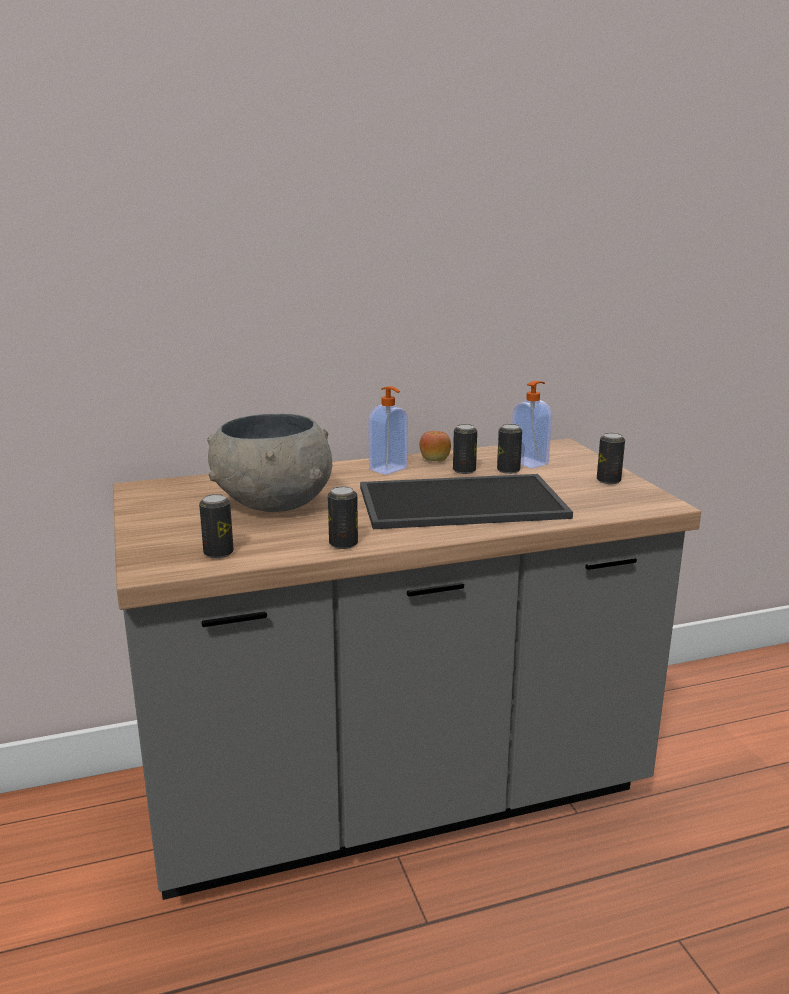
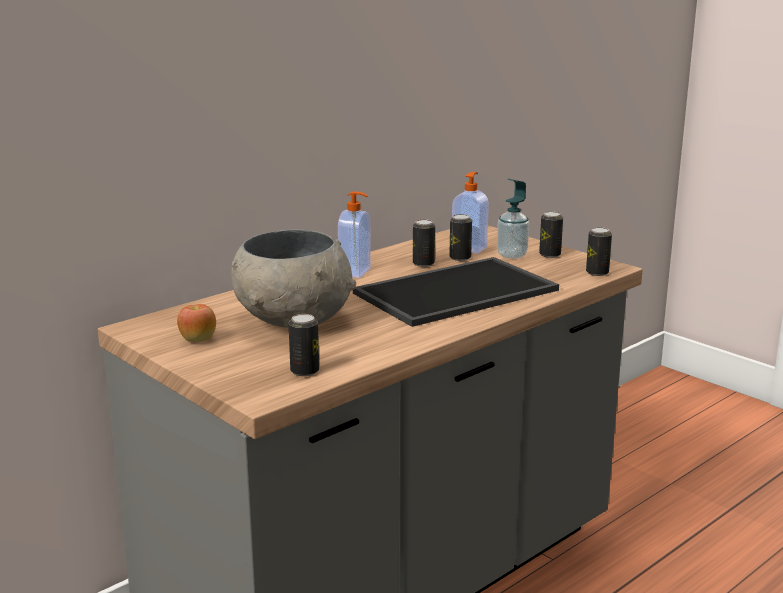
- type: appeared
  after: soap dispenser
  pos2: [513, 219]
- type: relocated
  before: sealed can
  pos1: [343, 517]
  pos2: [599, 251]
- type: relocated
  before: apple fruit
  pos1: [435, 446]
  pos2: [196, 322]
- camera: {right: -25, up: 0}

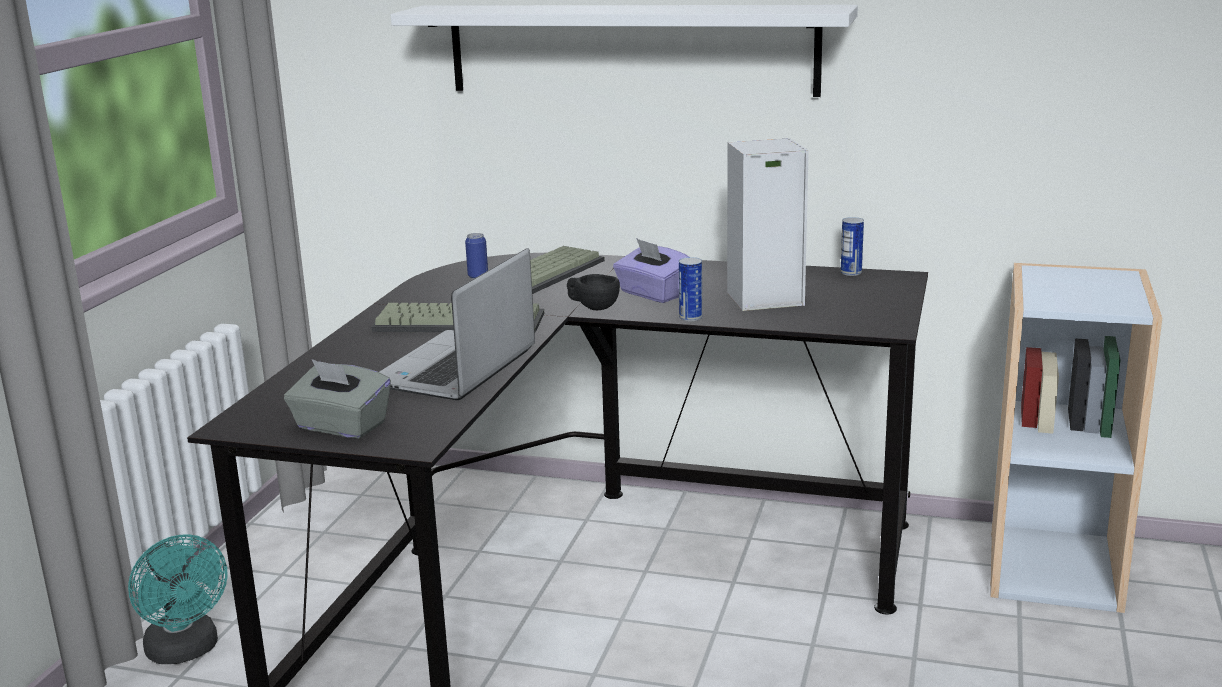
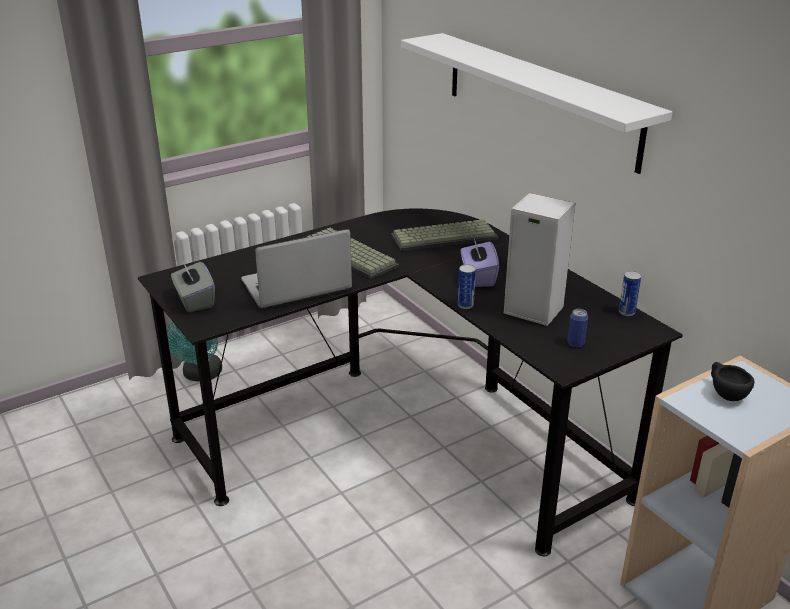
- type: relocated
  before: sealed can
  pos1: [476, 256]
  pos2: [577, 328]
- type: relocated
  before: blackish drinking cup
  pos1: [593, 292]
  pos2: [733, 381]
- camera: {right: 40, up: 10}

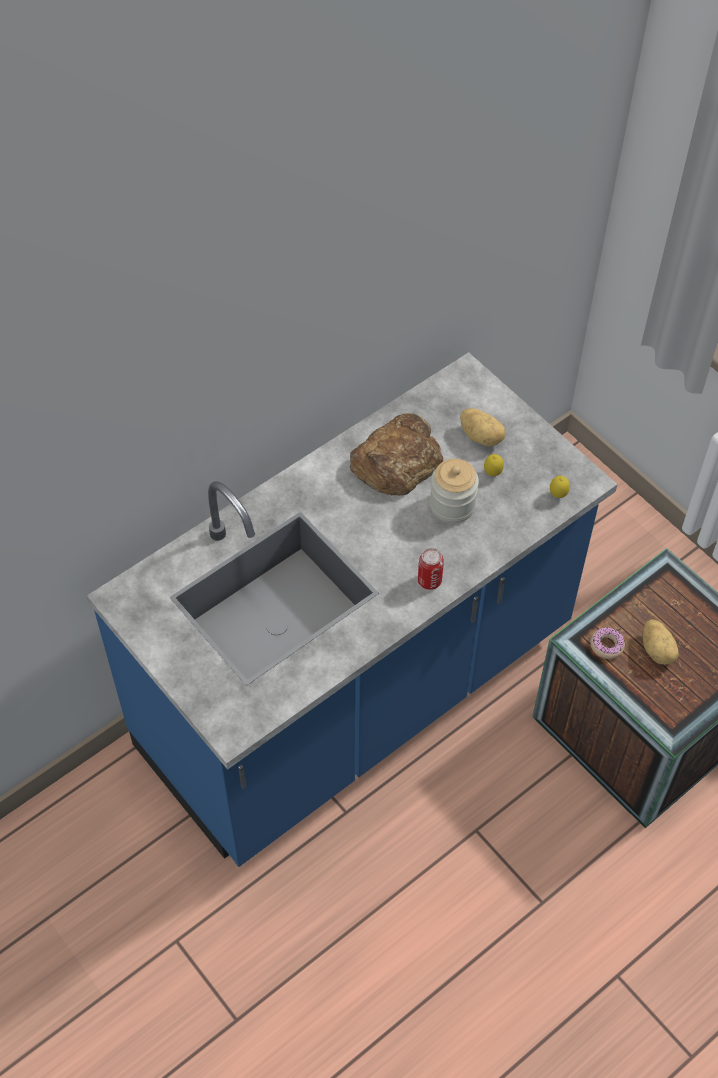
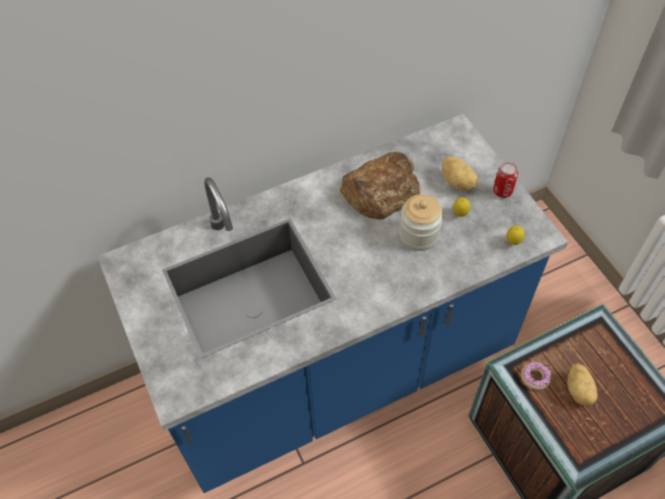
- type: relocated
  before: sealed can
  pos1: [431, 569]
  pos2: [505, 180]
- camera: {right: 15, up: 0}

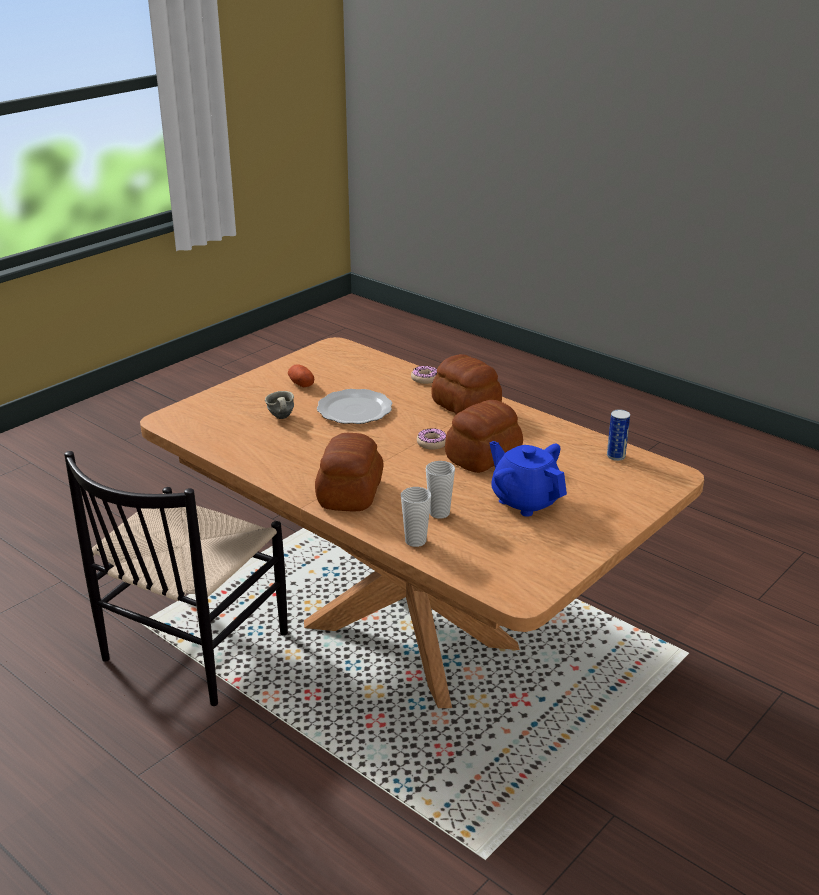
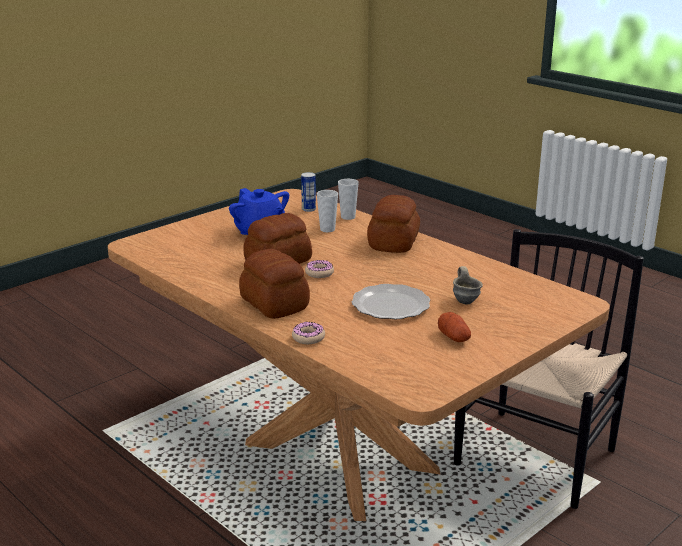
- type: relocated
  before: sealed can
  pos1: [618, 435]
  pos2: [308, 192]
- camera: {right: -175, up: -5}

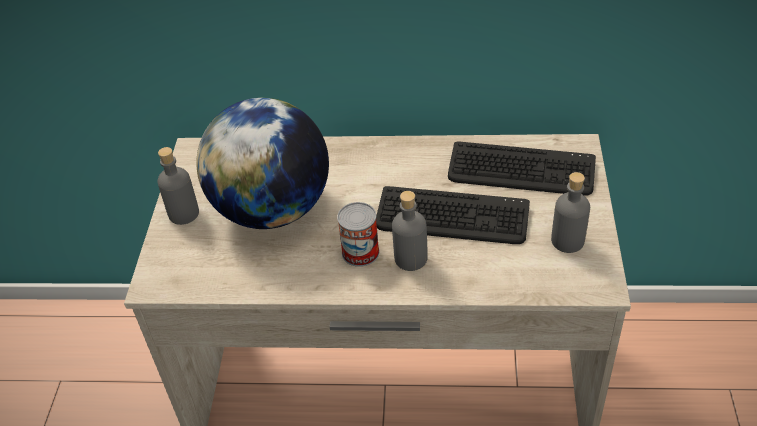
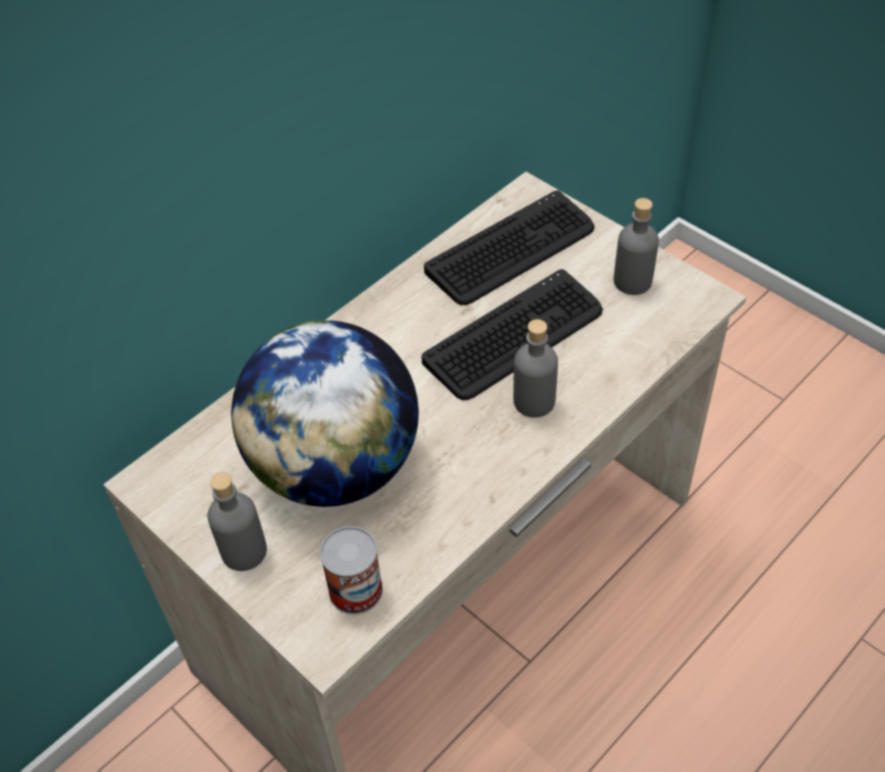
- type: relocated
  before: sealed can
  pos1: [358, 234]
  pos2: [351, 570]
- camera: {right: -50, up: 5}

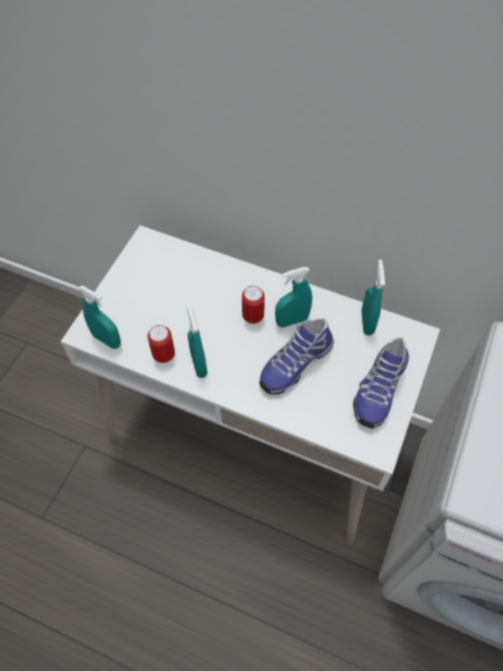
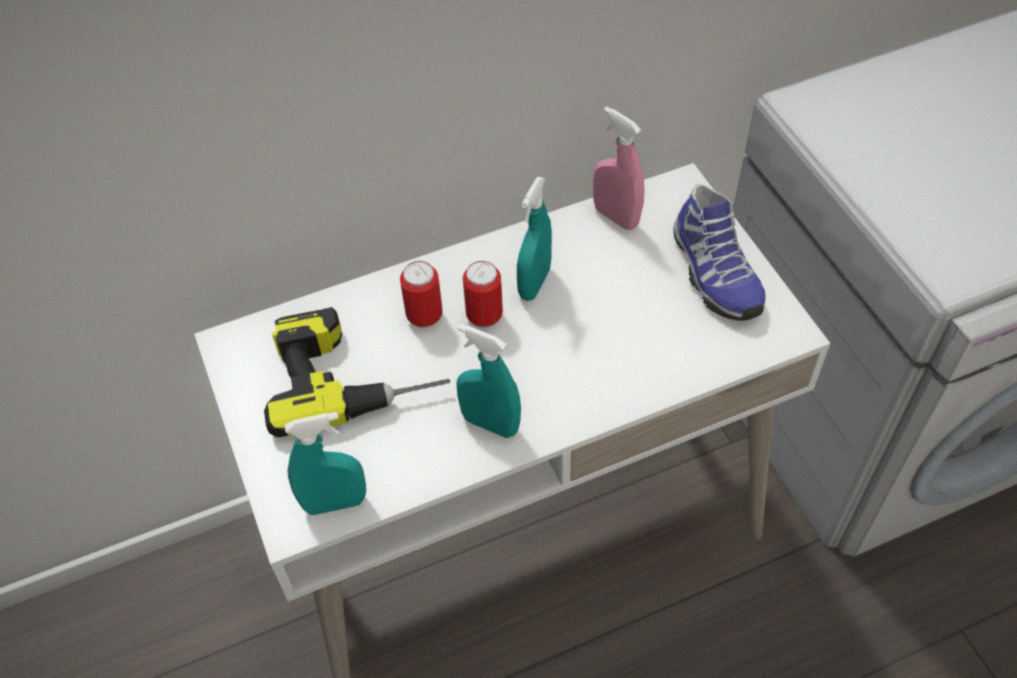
- type: missing
  before: item of footwear
  pos1: [296, 356]
- type: appeared
  after: power drill
  pos2: [357, 372]
- type: relocated
  before: sealed can
  pos1: [161, 344]
  pos2: [421, 294]
- type: colour
  before: turquoise hand sprayer
  after: pinkish hand sprayer
  pos1: [373, 298]
  pos2: [618, 168]
- camera: {right: -45, up: -5}

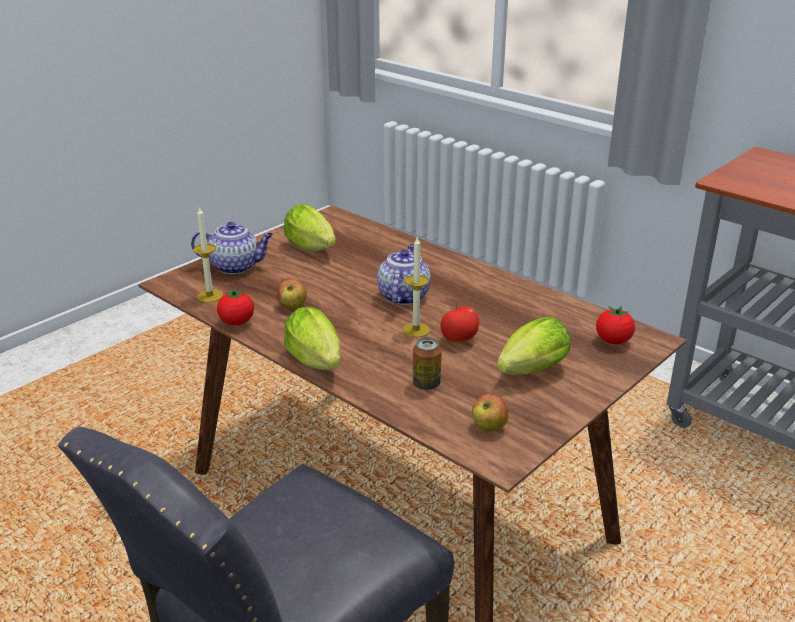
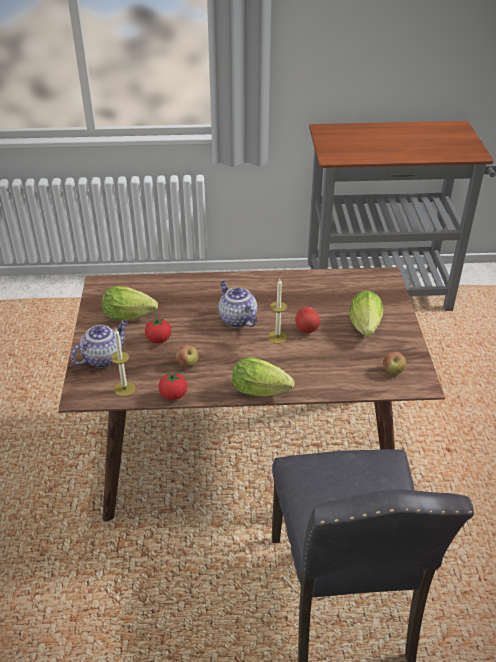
- type: missing
  before: sealed can
  pos1: [427, 363]
- type: relocated
  before: whole tomato
  pos1: [615, 325]
  pos2: [158, 330]
- camera: {right: -45, up: 10}

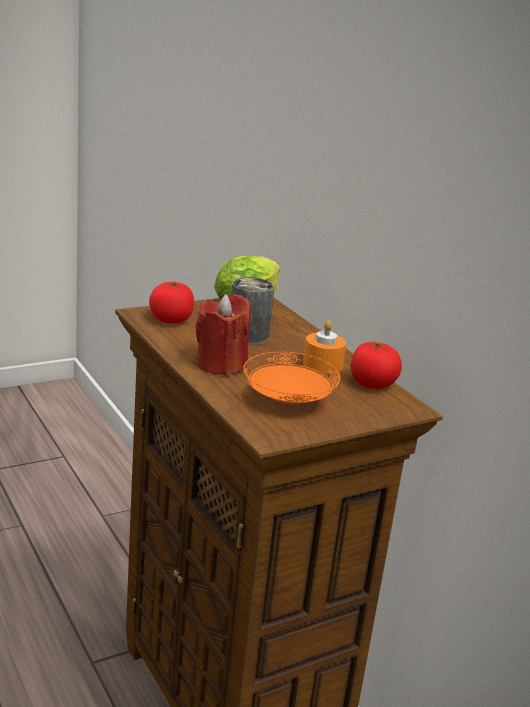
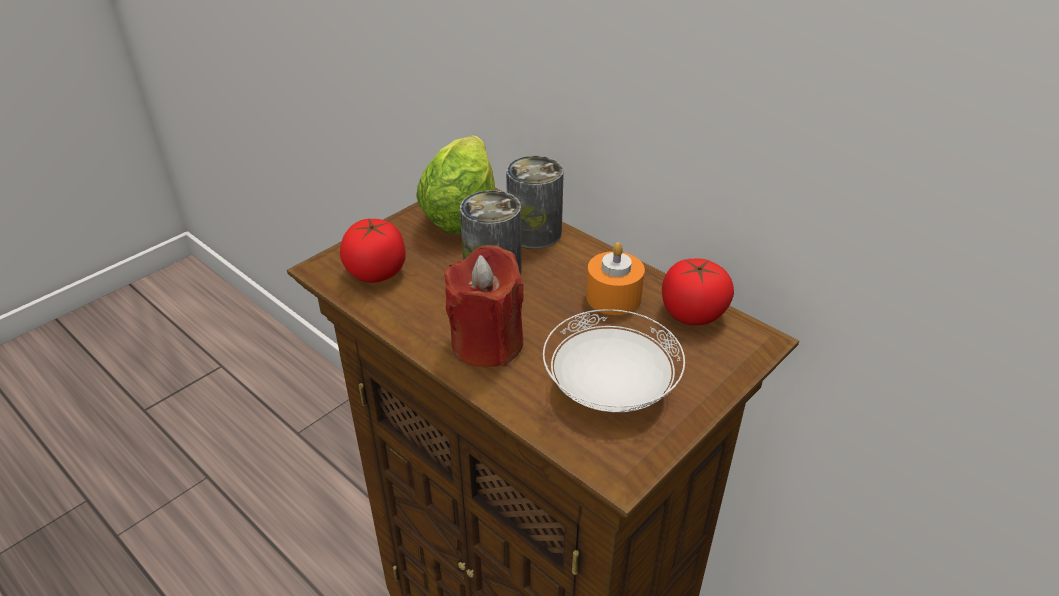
- type: appeared
  after: sealed can
  pos2: [535, 202]
- type: colour
  before: orange-coloured flat dish
  after: whitish flat dish
  pos1: [292, 378]
  pos2: [614, 360]
- camera: {right: -15, up: 15}

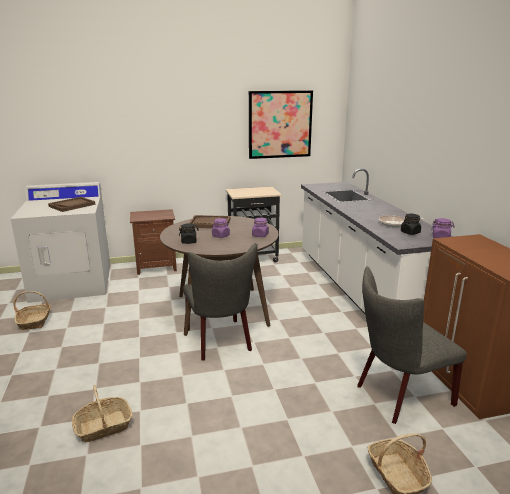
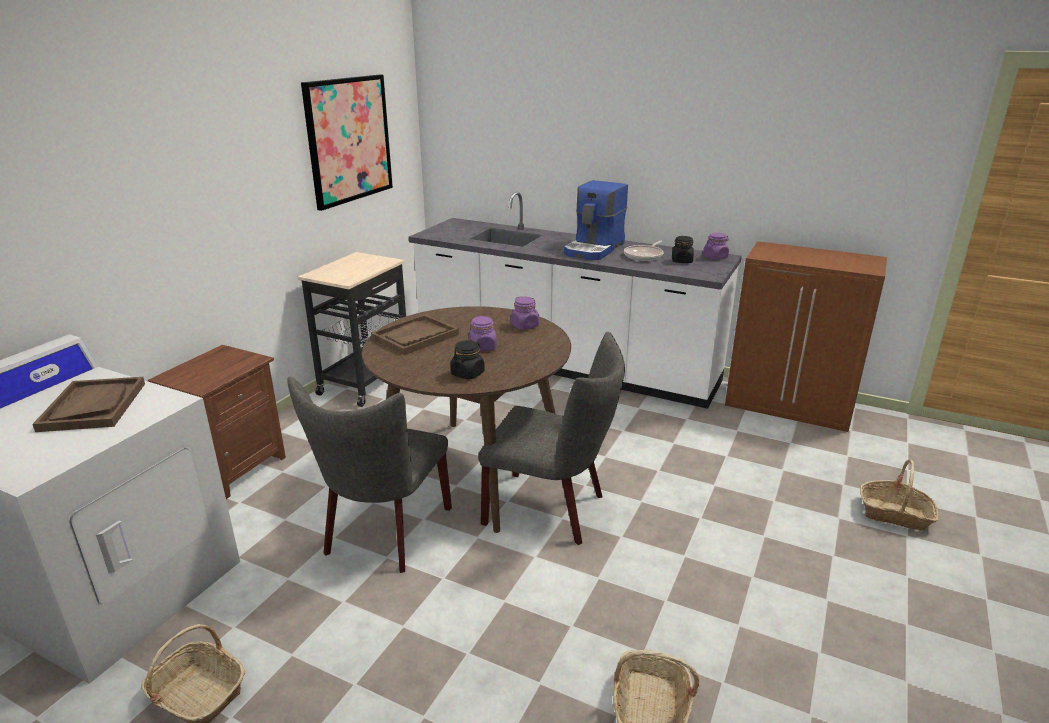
- type: appeared
  after: coffee machine
  pos2: [596, 220]
- type: relocated
  before: greyish chair
  pos1: [412, 345]
  pos2: [369, 475]
- camera: {right: -50, up: 5}

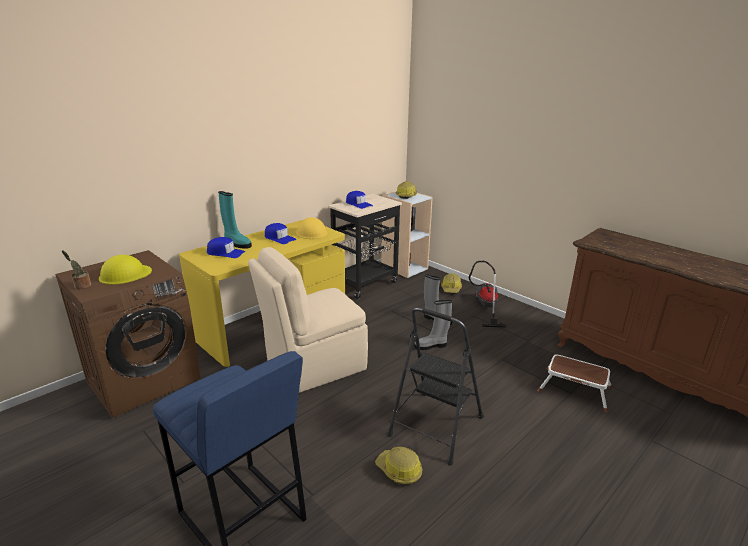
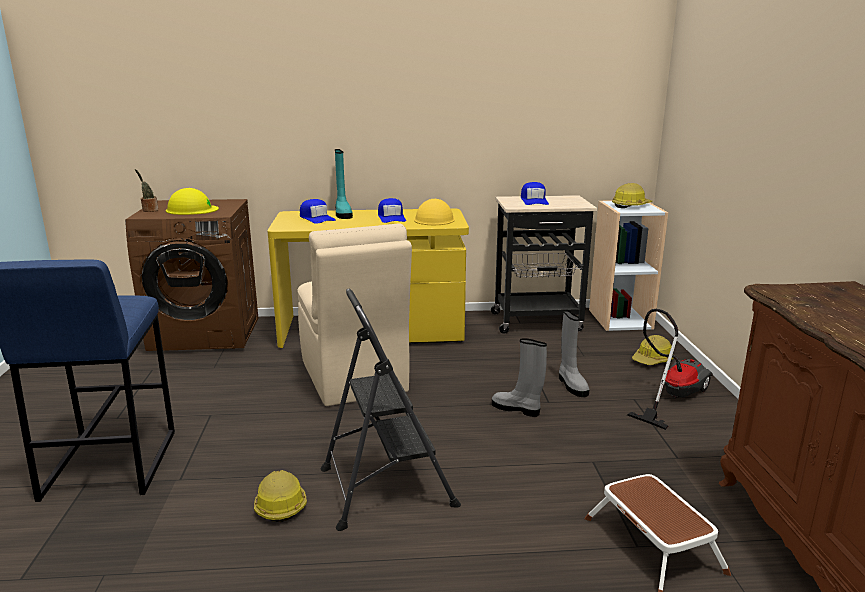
- type: spun
  before: beige-coloured chair
  pos1: [308, 320]
  pos2: [354, 314]
  turn: -120
- camera: {right: 40, up: -5}

